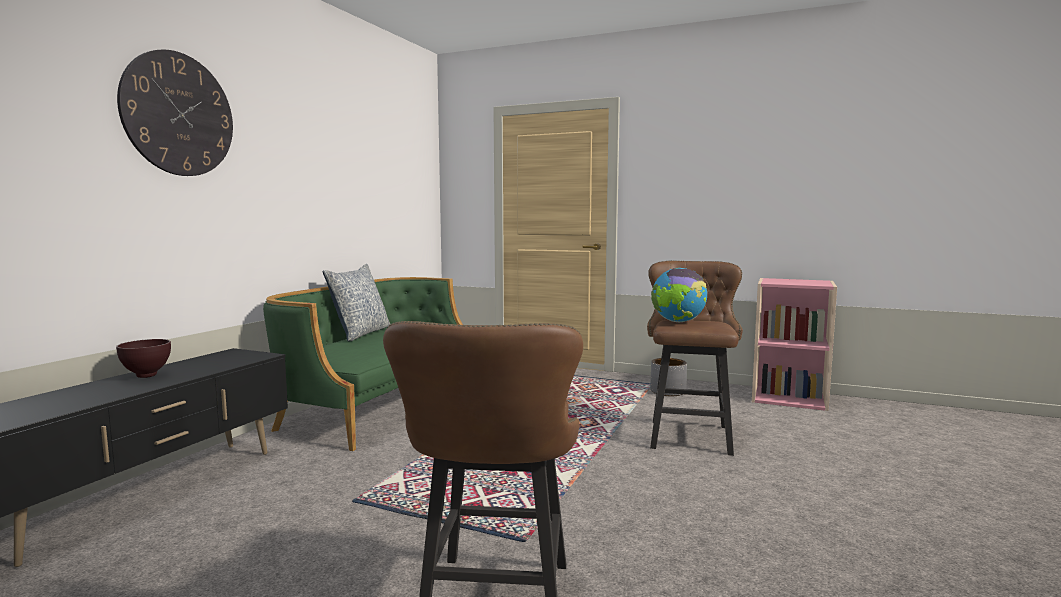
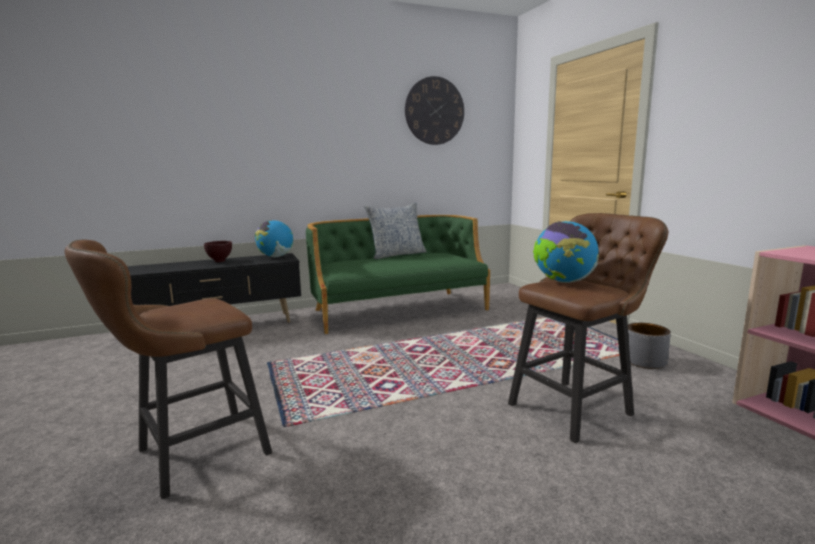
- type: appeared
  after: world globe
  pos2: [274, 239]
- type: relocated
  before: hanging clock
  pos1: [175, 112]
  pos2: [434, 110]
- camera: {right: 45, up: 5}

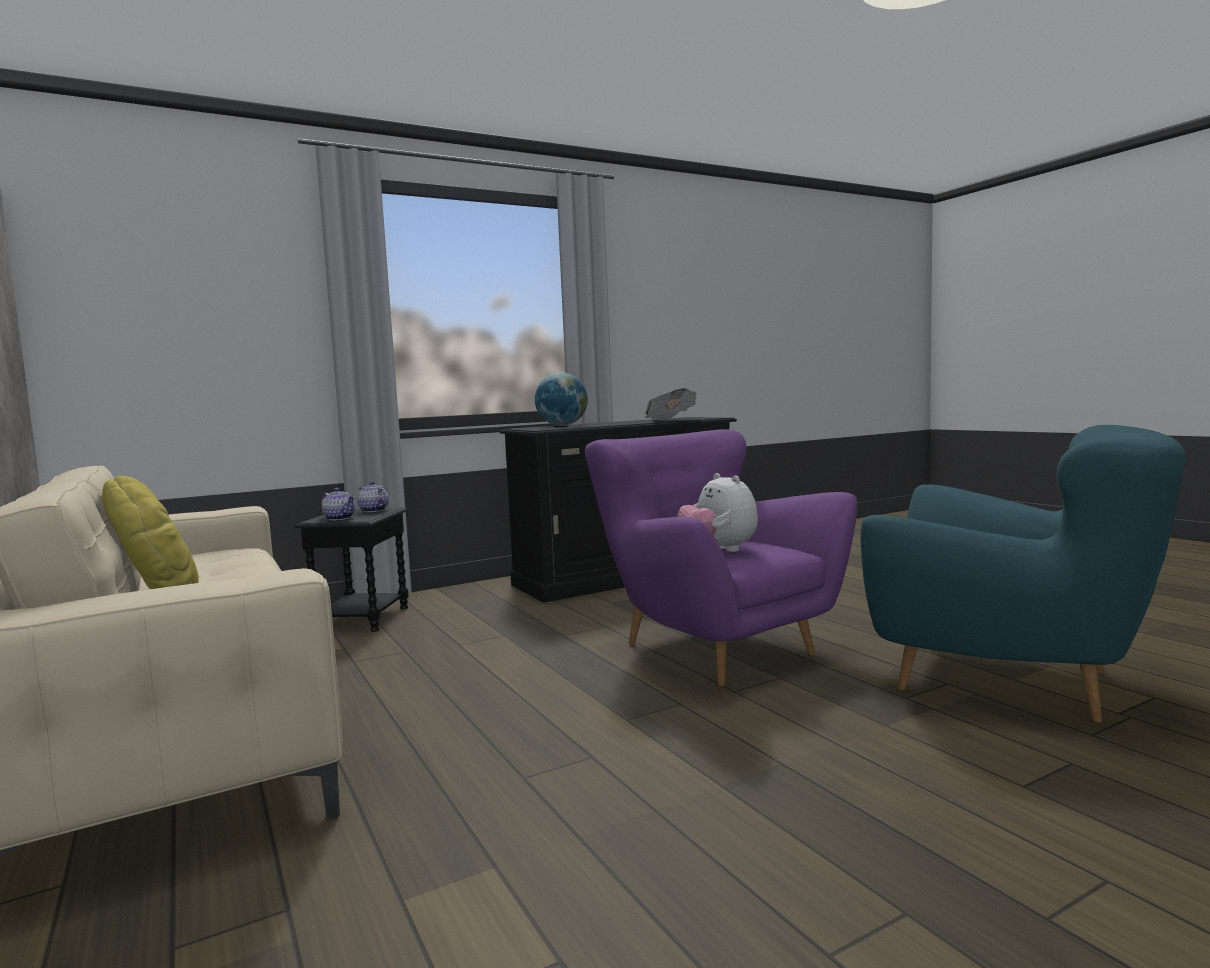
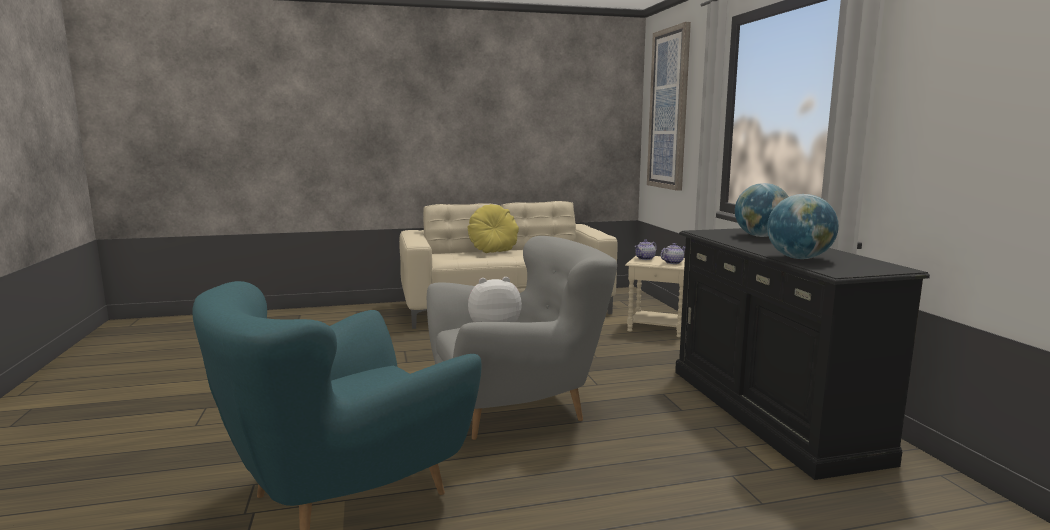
- type: appeared
  after: picture
  pos2: [669, 106]
- type: exchanged
  before: newspaper
  after: world globe
  pos1: [671, 404]
  pos2: [803, 226]
- type: colour
  before: blackish accent table
  after: beige-coloured accent table
  pos1: [351, 569]
  pos2: [655, 296]
- type: colour
  before: purple armchair
  after: greyish armchair
  pos1: [721, 557]
  pos2: [522, 338]
- camera: {right: 105, up: 5}

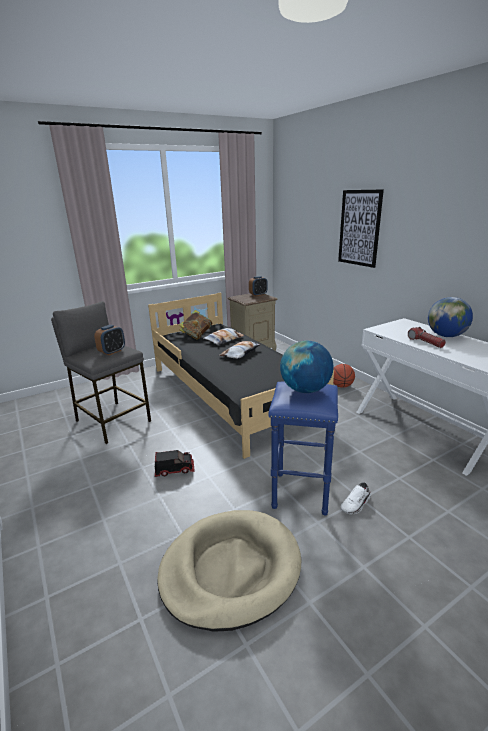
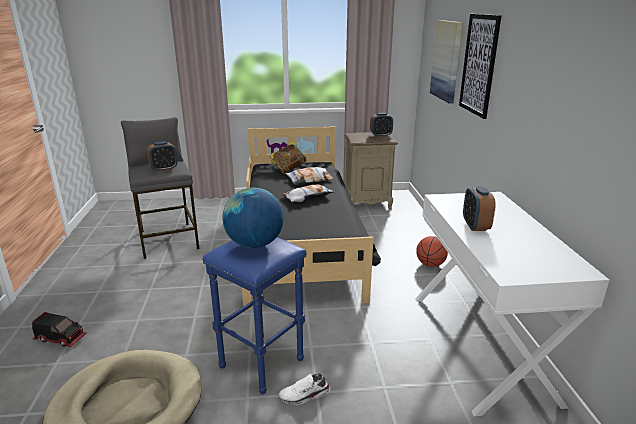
- type: missing
  before: world globe
  pos1: [450, 317]
- type: appeared
  after: picture
  pos2: [446, 61]
- type: relocated
  before: model truck
  pos1: [175, 463]
  pos2: [59, 330]
- type: exchanged
  before: torch
  after: bedside clock
  pos1: [427, 337]
  pos2: [479, 208]
- camera: {right: 25, up: 0}

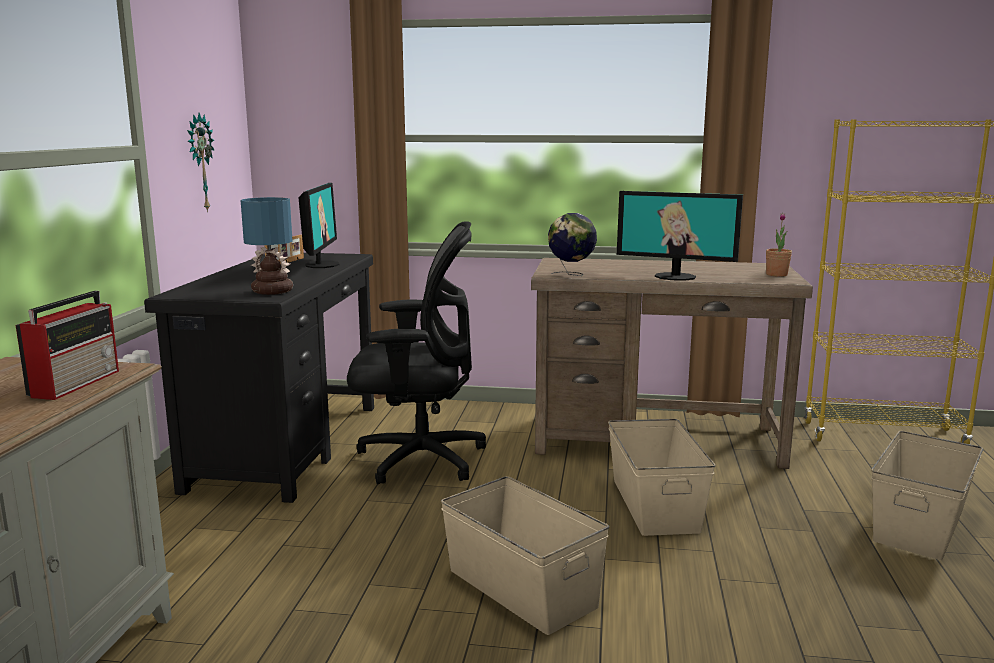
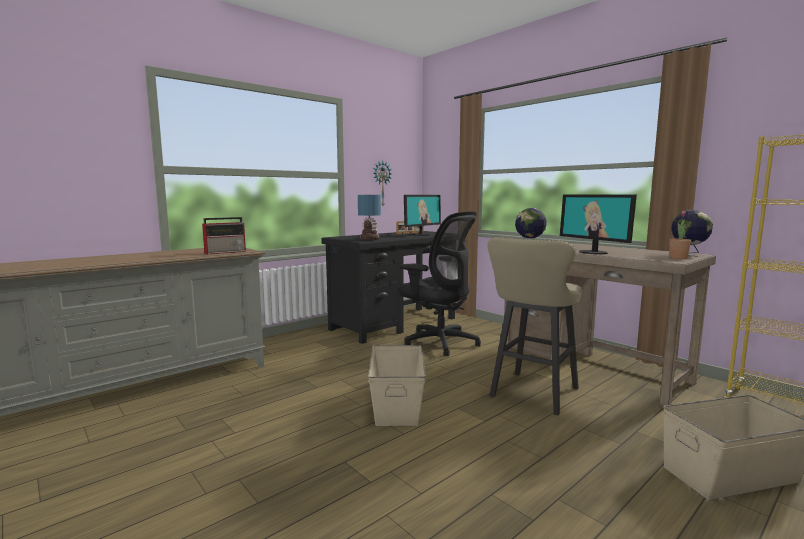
- type: appeared
  after: world globe
  pos2: [692, 231]
- type: exchanged
  before: beige-coloured storage container
  after: beige-coloured stool seat
  pos1: [662, 477]
  pos2: [534, 326]
- camera: {right: 40, up: -5}

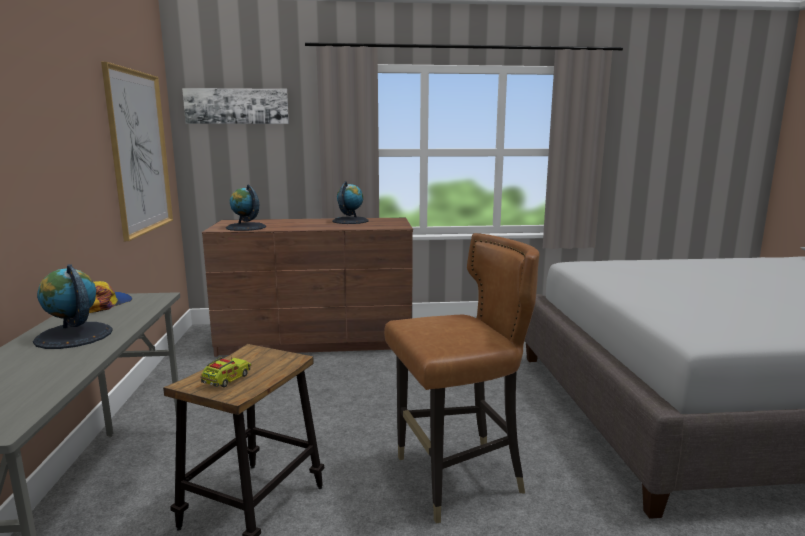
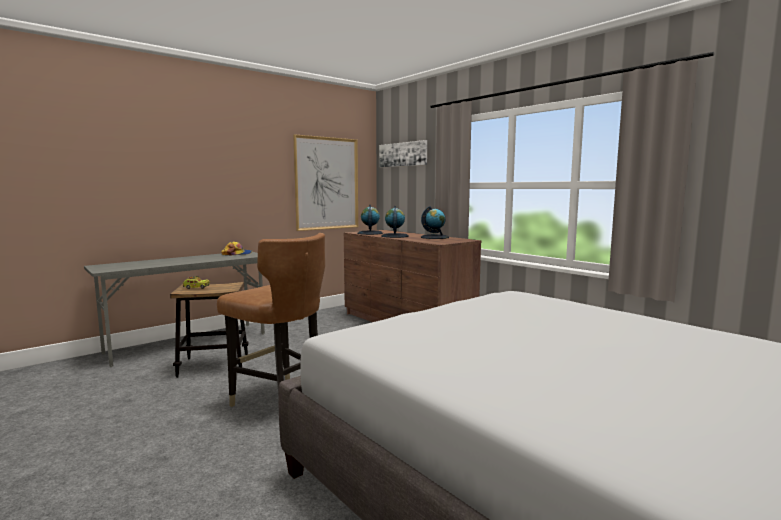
- type: relocated
  before: world globe
  pos1: [73, 306]
  pos2: [395, 222]
- camera: {right: 55, up: -5}

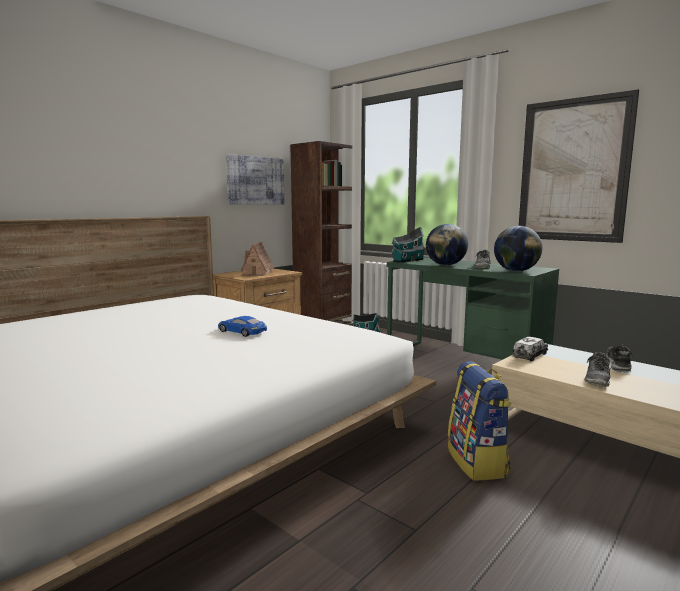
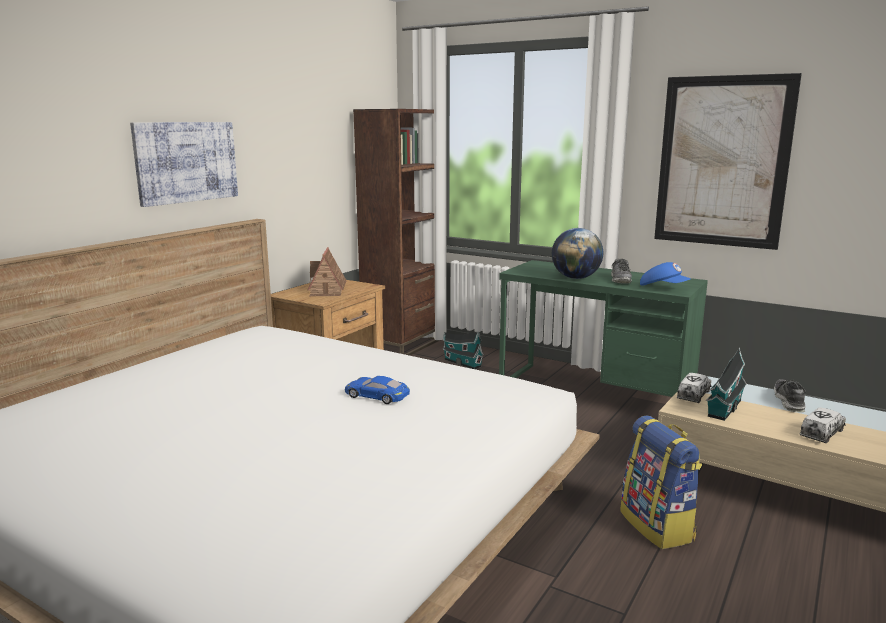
- type: missing
  before: item of footwear
  pos1: [597, 369]
- type: appeared
  after: model truck
  pos2: [822, 425]
- type: relocated
  before: picture
  pos1: [255, 179]
  pos2: [184, 164]
- type: relocated
  before: toy house
  pos1: [408, 244]
  pos2: [726, 384]
- type: exchanged
  before: world globe
  after: bluish peaked cap
  pos1: [518, 248]
  pos2: [665, 274]
- camera: {right: -10, up: 5}

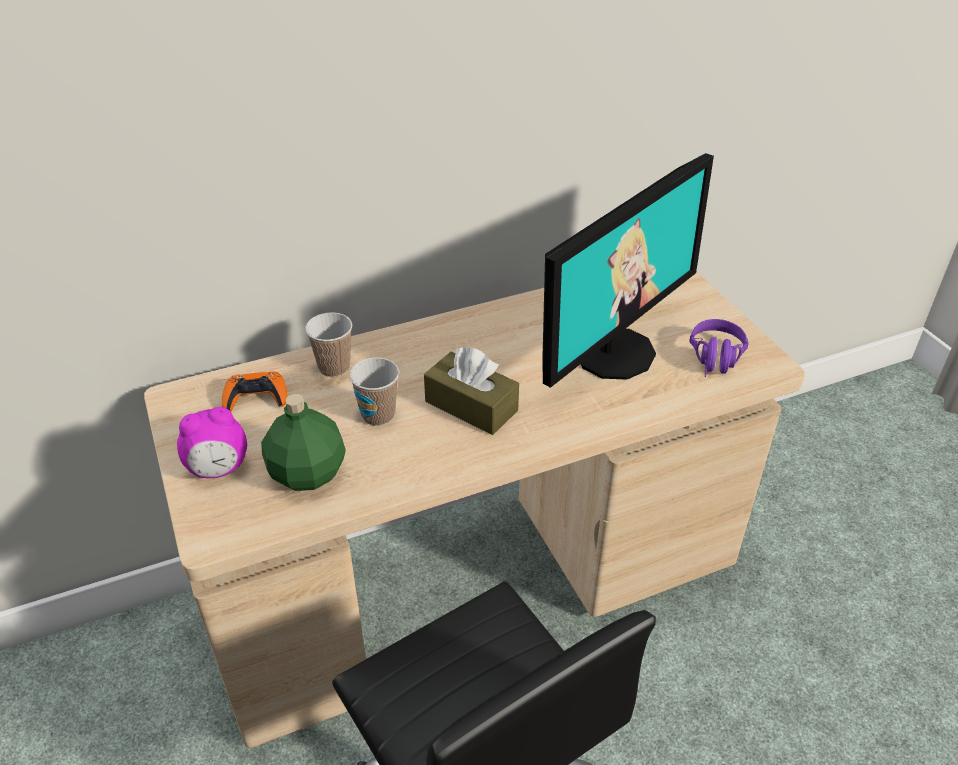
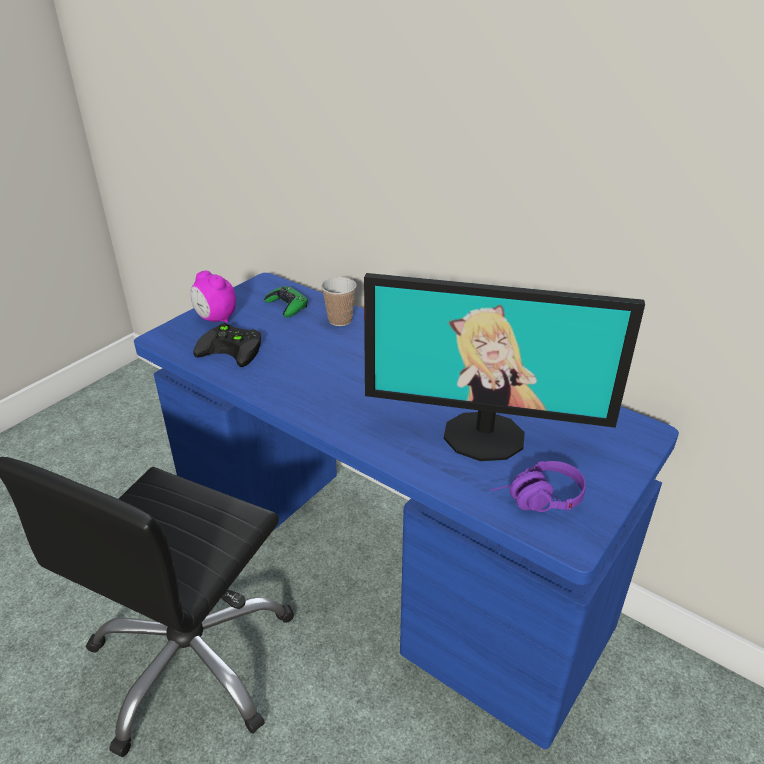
- type: missing
  before: drinking cup
  pos1: [374, 391]
- type: missing
  before: brown-coloured tissue holder
  pos1: [471, 391]
- type: exchanged
  before: green drink bottle
  after: blackish joypad
  pos1: [303, 442]
  pos2: [227, 345]
- type: colour
  before: beige-coloured desk
  after: bluish desk
  pos1: [474, 509]
  pos2: [406, 511]
- type: colour
  before: orange-coloured joypad
  after: green joypad
  pos1: [255, 391]
  pos2: [286, 301]
- camera: {right: 60, up: -5}

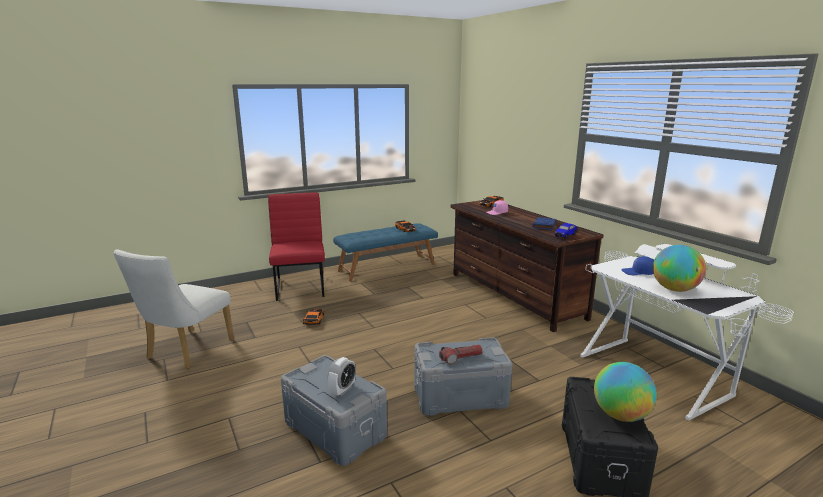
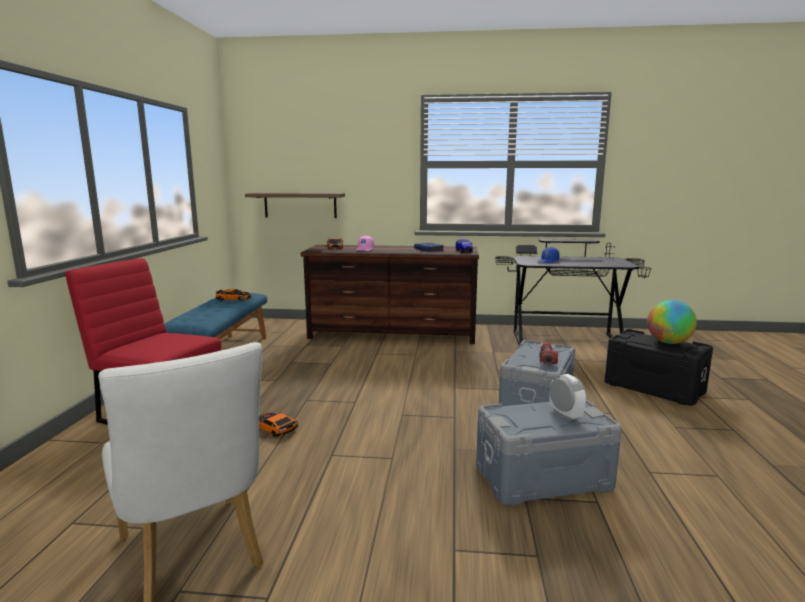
- type: missing
  before: world globe
  pos1: [679, 268]
- type: appeared
  after: wall shelf
  pos2: [295, 205]
- type: colour
  before: whitish desk
  after: blackish desk
  pos1: [687, 332]
  pos2: [573, 292]
- camera: {right: -55, up: -5}

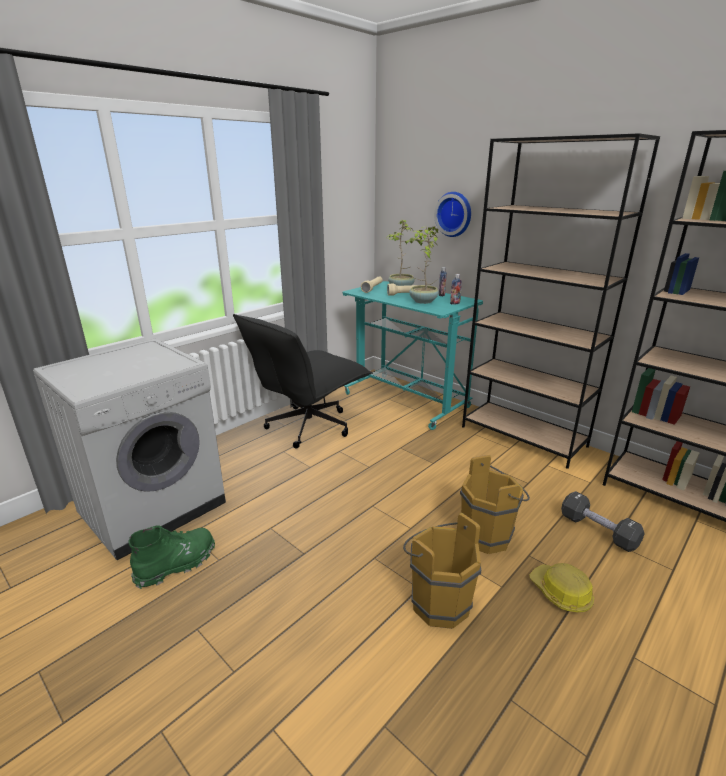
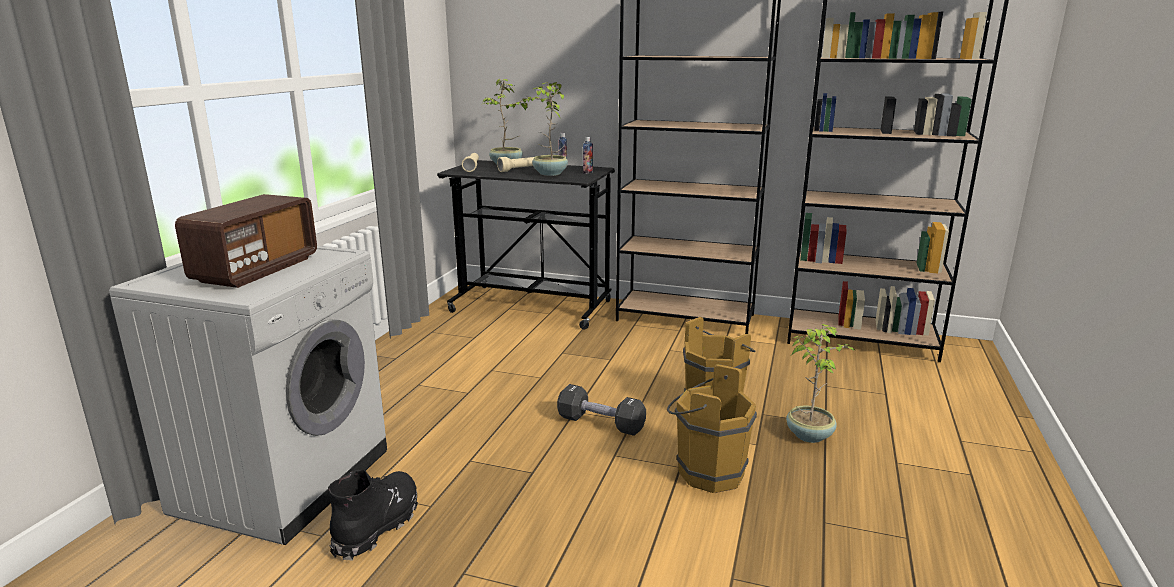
- type: missing
  before: blackish computer chair
  pos1: [303, 381]
- type: missing
  before: hanging clock
  pos1: [452, 214]
- type: appeared
  after: radio set
  pos2: [246, 241]
- type: relocated
  before: blackish dumbbell
  pos1: [603, 521]
  pos2: [601, 410]
- type: exchanged
  before: work helmet
  after: potted plant
  pos1: [561, 588]
  pos2: [820, 383]
- type: colour
  before: green tall boot
  after: blackish tall boot
  pos1: [171, 557]
  pos2: [373, 515]
- type: colour
  before: turquoise desk
  after: blackish desk
  pos1: [412, 355]
  pos2: [526, 244]
- camera: {right: -25, up: -5}

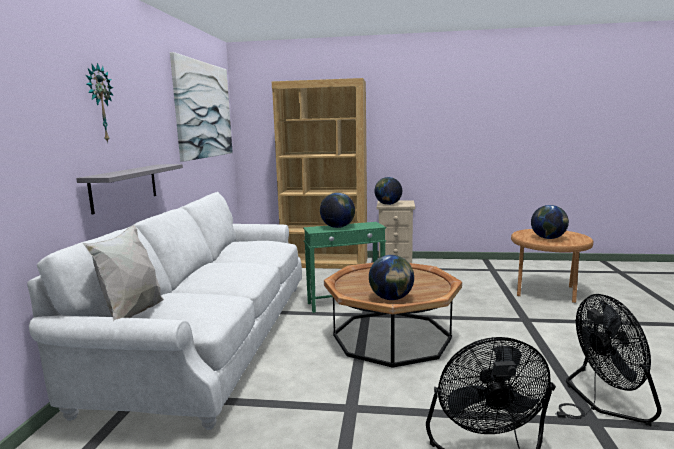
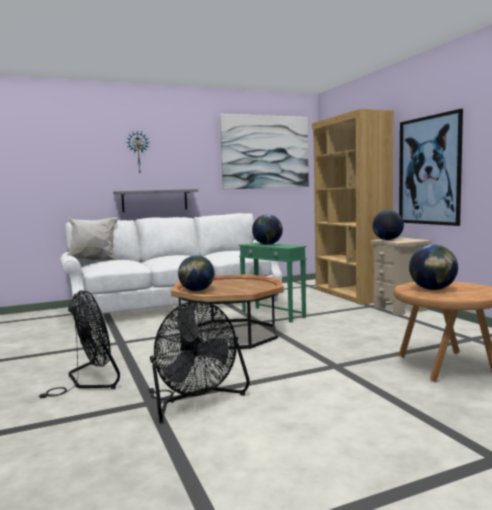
- type: appeared
  after: picture
  pos2: [431, 167]
- camera: {right: 60, up: -5}

